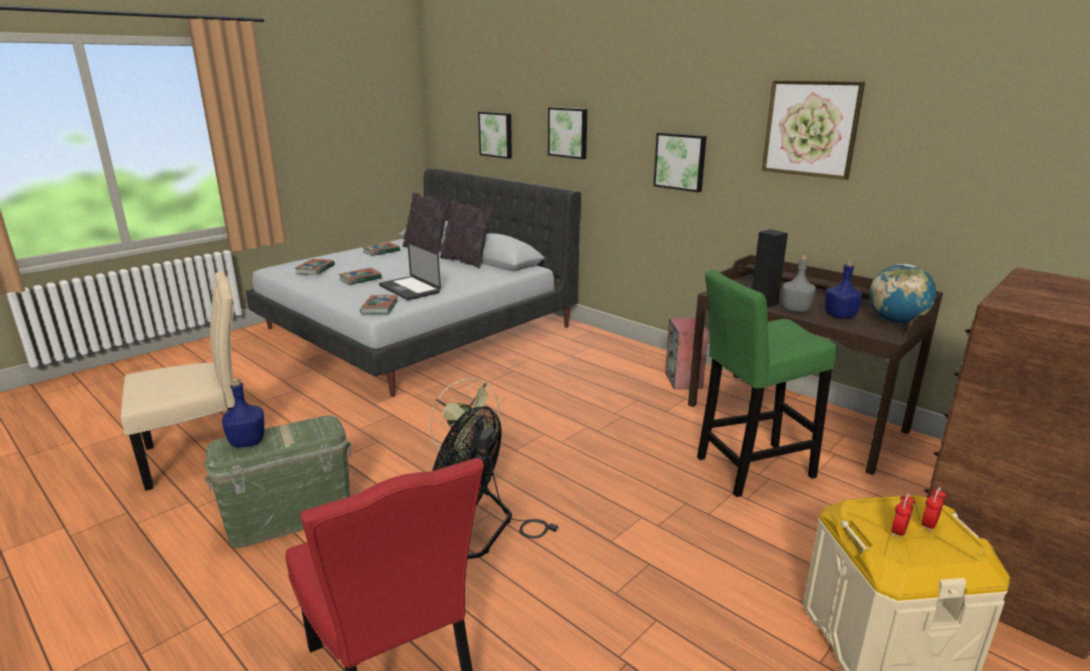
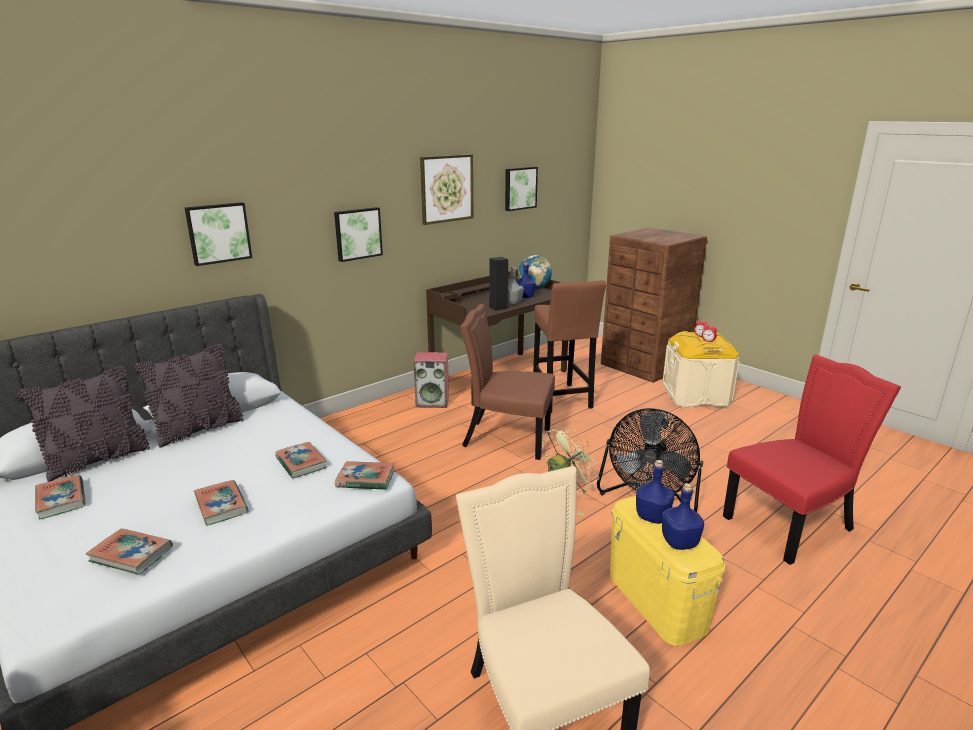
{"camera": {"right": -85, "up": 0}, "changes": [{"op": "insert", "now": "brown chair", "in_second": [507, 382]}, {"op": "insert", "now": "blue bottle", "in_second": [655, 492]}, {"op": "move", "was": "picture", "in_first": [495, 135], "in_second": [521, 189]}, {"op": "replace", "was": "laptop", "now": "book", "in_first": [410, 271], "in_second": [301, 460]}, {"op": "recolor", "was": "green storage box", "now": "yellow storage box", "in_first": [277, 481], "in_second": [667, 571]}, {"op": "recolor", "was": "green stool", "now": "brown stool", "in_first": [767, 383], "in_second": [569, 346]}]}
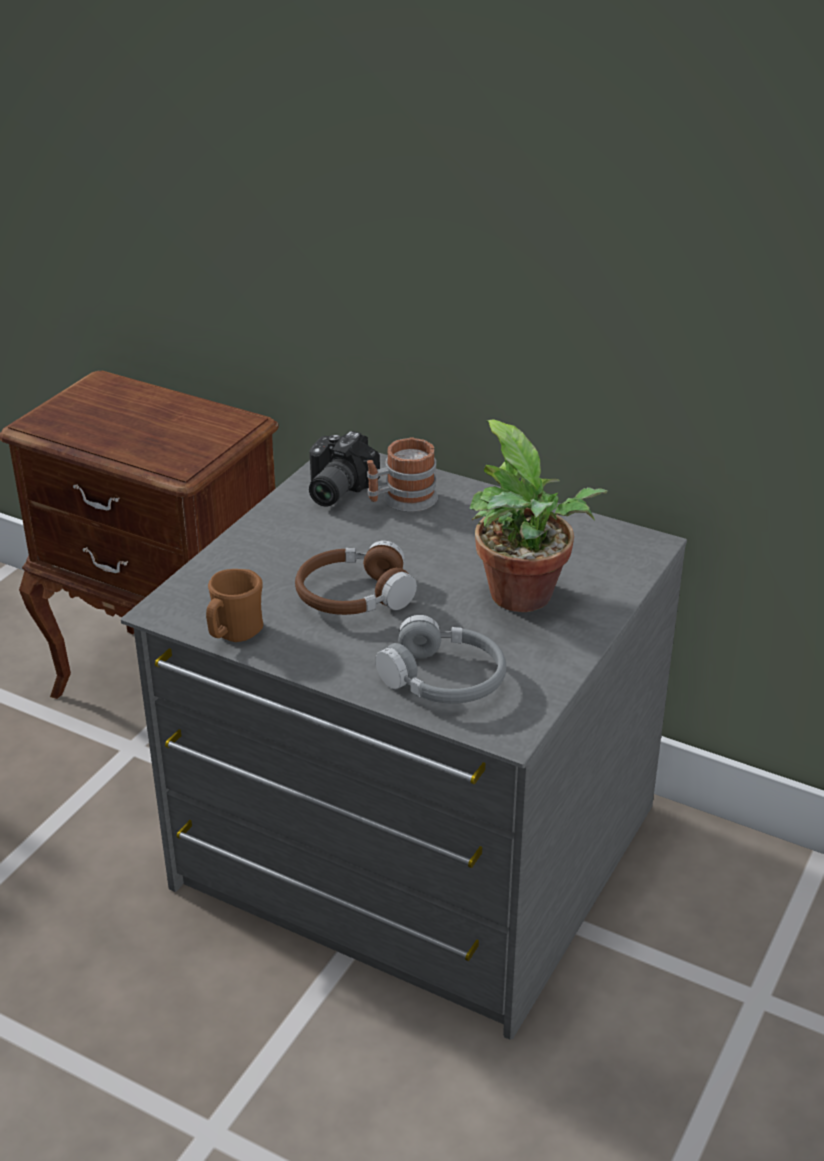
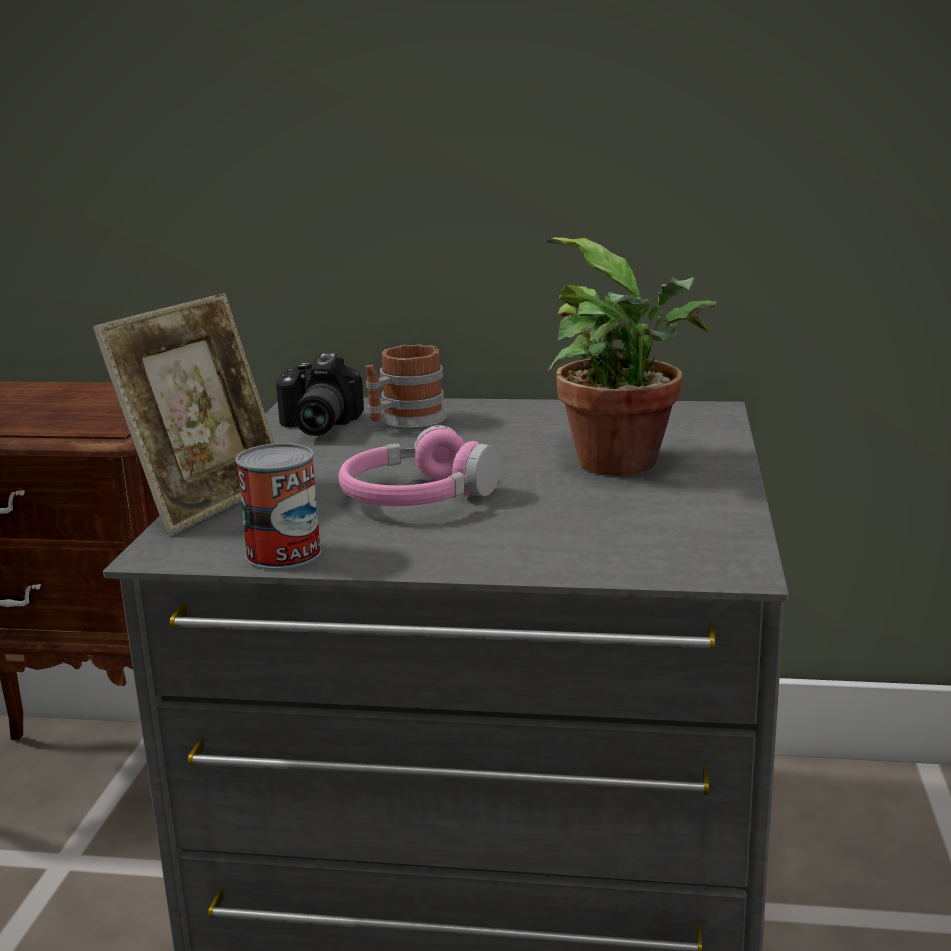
{"camera": {"right": -20, "up": -15}, "changes": [{"op": "delete", "was": "grey headphones", "in_first": [440, 659]}, {"op": "insert", "now": "picture frame", "in_second": [184, 413]}, {"op": "replace", "was": "brown mug", "now": "can", "in_first": [234, 605], "in_second": [278, 506]}, {"op": "recolor", "was": "brown headphones", "now": "pink headphones", "in_first": [356, 577], "in_second": [420, 465]}]}
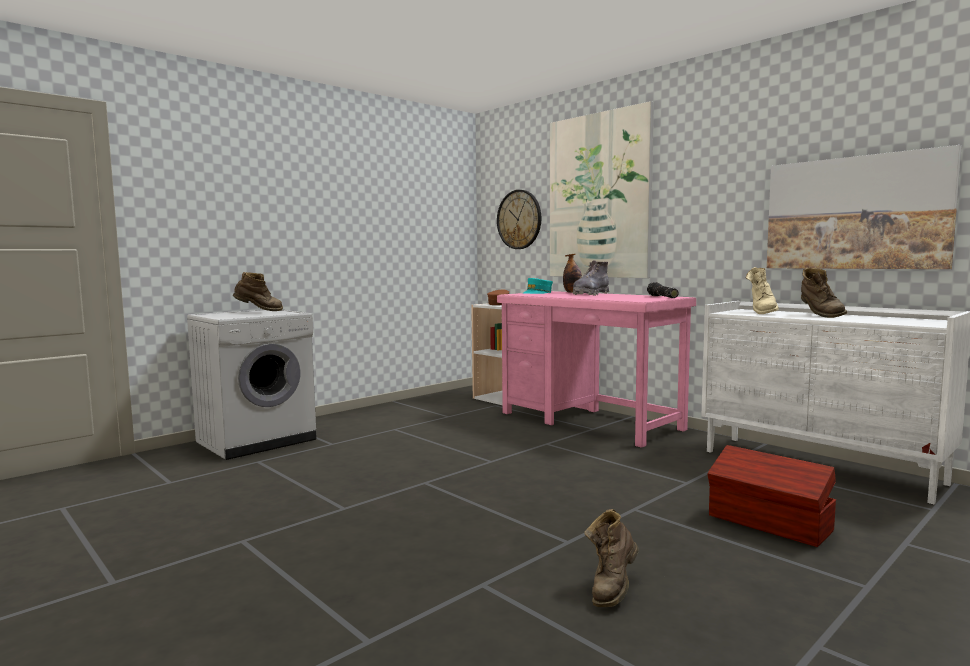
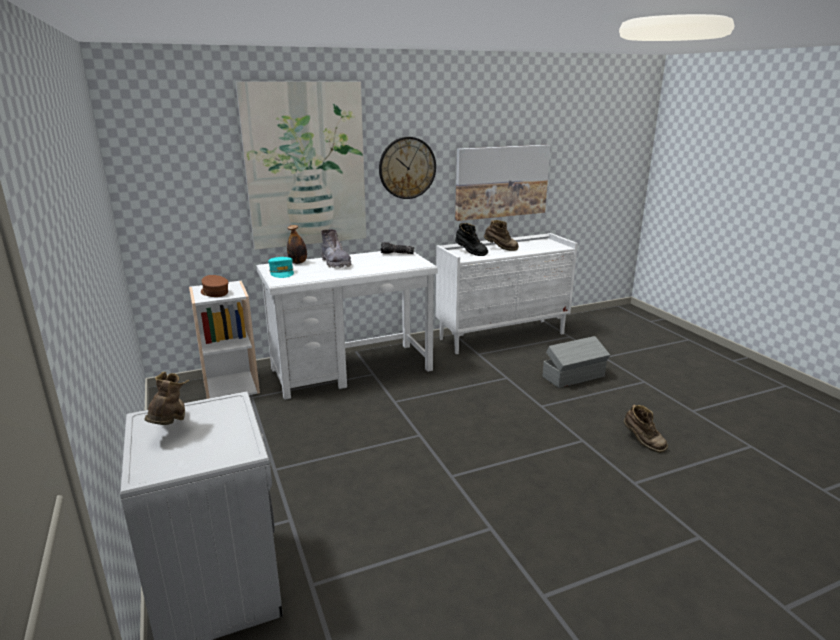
{"camera": {"right": -70, "up": 15}, "changes": [{"op": "move", "was": "wall clock", "in_first": [519, 219], "in_second": [407, 168]}, {"op": "recolor", "was": "pink desk", "now": "white desk", "in_first": [596, 369], "in_second": [346, 325]}, {"op": "recolor", "was": "brown storage box", "now": "grey storage box", "in_first": [771, 496], "in_second": [576, 362]}, {"op": "recolor", "was": "beige boot", "now": "black boot", "in_first": [762, 290], "in_second": [471, 239]}]}
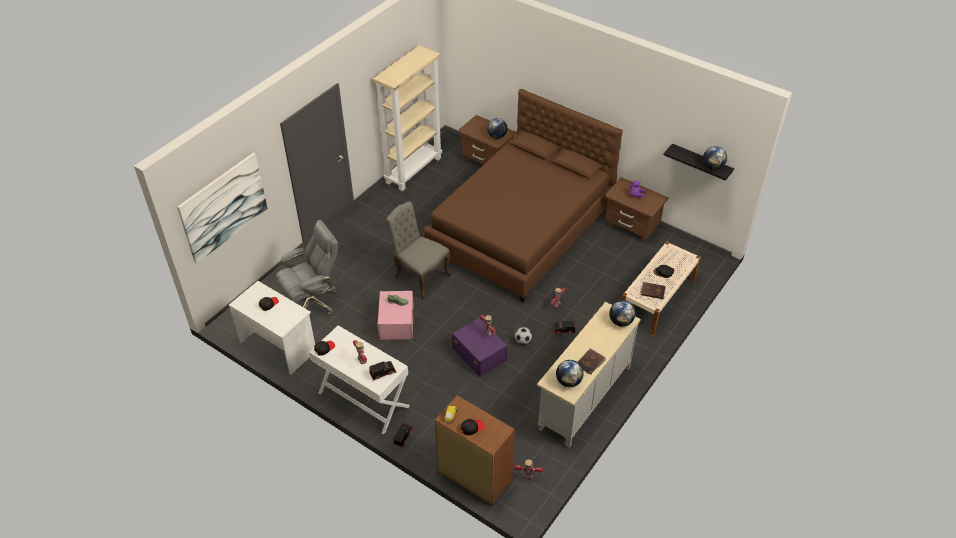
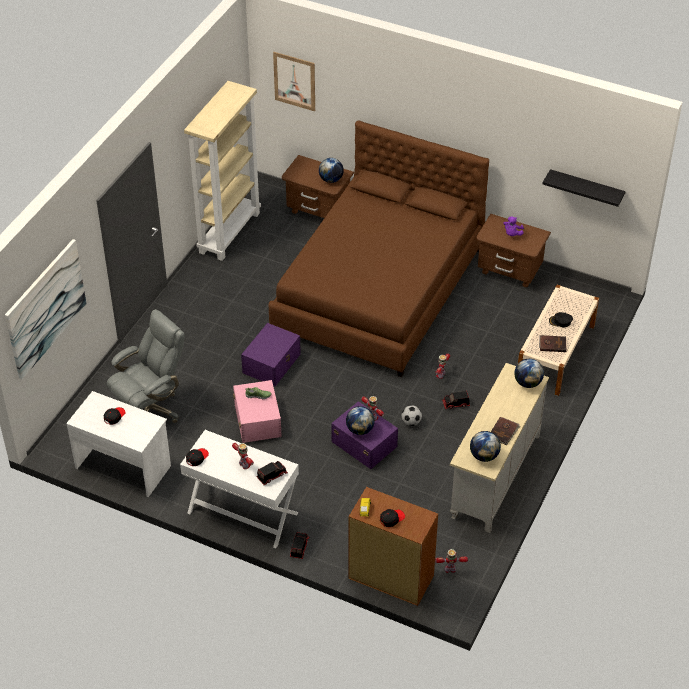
{"camera": {"right": -10, "up": 0}, "changes": [{"op": "insert", "now": "picture", "in_second": [294, 81]}, {"op": "move", "was": "globe", "in_first": [715, 158], "in_second": [360, 420]}, {"op": "replace", "was": "grey chair", "now": "purple storage box", "in_first": [418, 250], "in_second": [271, 354]}]}
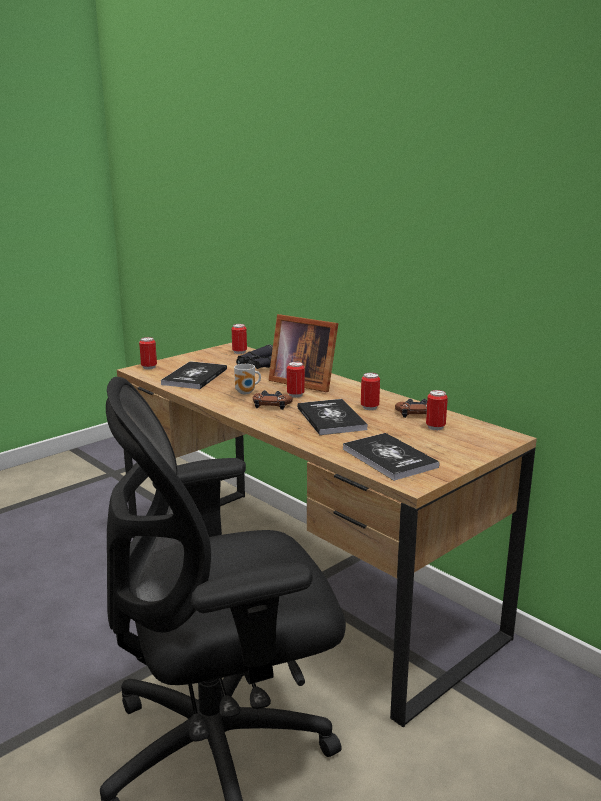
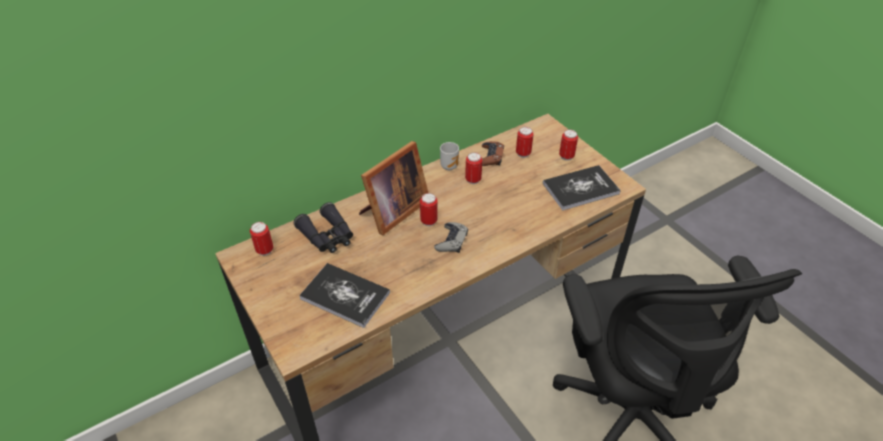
{"camera": {"right": -80, "up": 25}, "changes": [{"op": "delete", "was": "book", "in_first": [332, 417]}, {"op": "move", "was": "can", "in_first": [148, 353], "in_second": [568, 145]}, {"op": "move", "was": "mug", "in_first": [247, 379], "in_second": [449, 156]}, {"op": "recolor", "was": "brown game controller", "now": "grey game controller", "in_first": [273, 400], "in_second": [451, 237]}]}
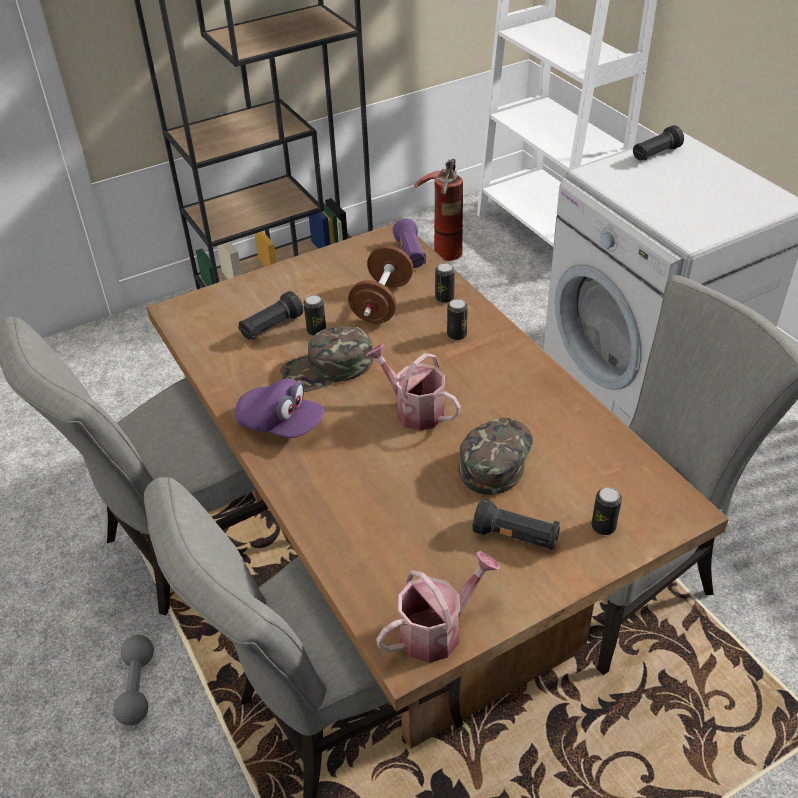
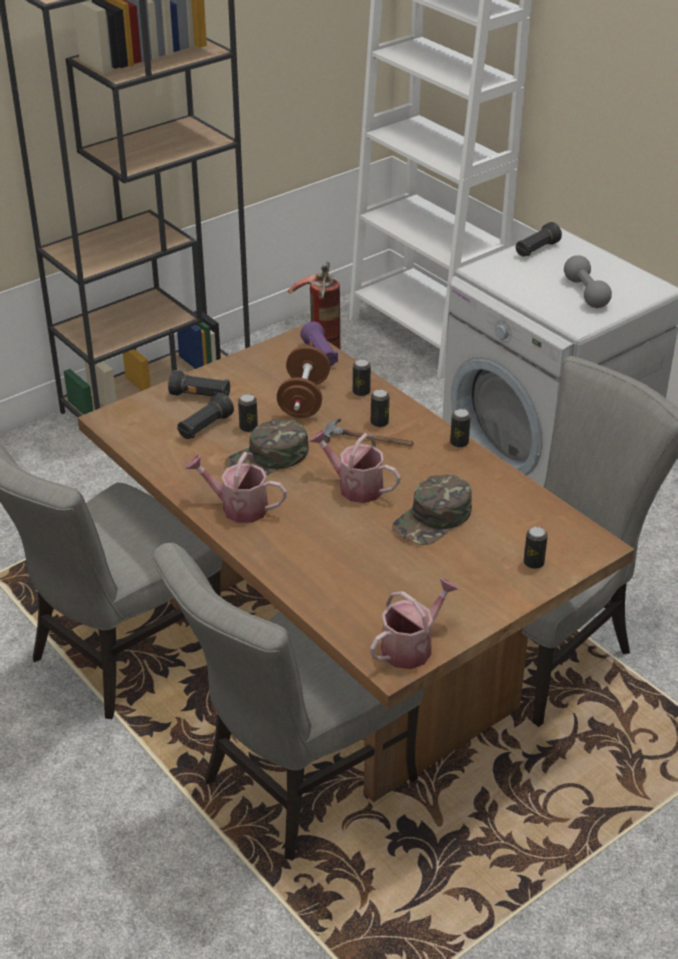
{"camera": {"right": -10, "up": -5}, "changes": [{"op": "insert", "now": "hammer", "in_second": [368, 432]}, {"op": "insert", "now": "can", "in_second": [460, 428]}, {"op": "move", "was": "grey dumbbell", "in_first": [133, 680], "in_second": [588, 281]}, {"op": "move", "was": "black flashlight", "in_first": [516, 524], "in_second": [199, 383]}, {"op": "replace", "was": "purple cap", "now": "watering can", "in_first": [280, 408], "in_second": [236, 487]}, {"op": "rotate", "was": "green cap", "in_first": [495, 456], "in_second": [432, 509], "clockwise": -150}]}
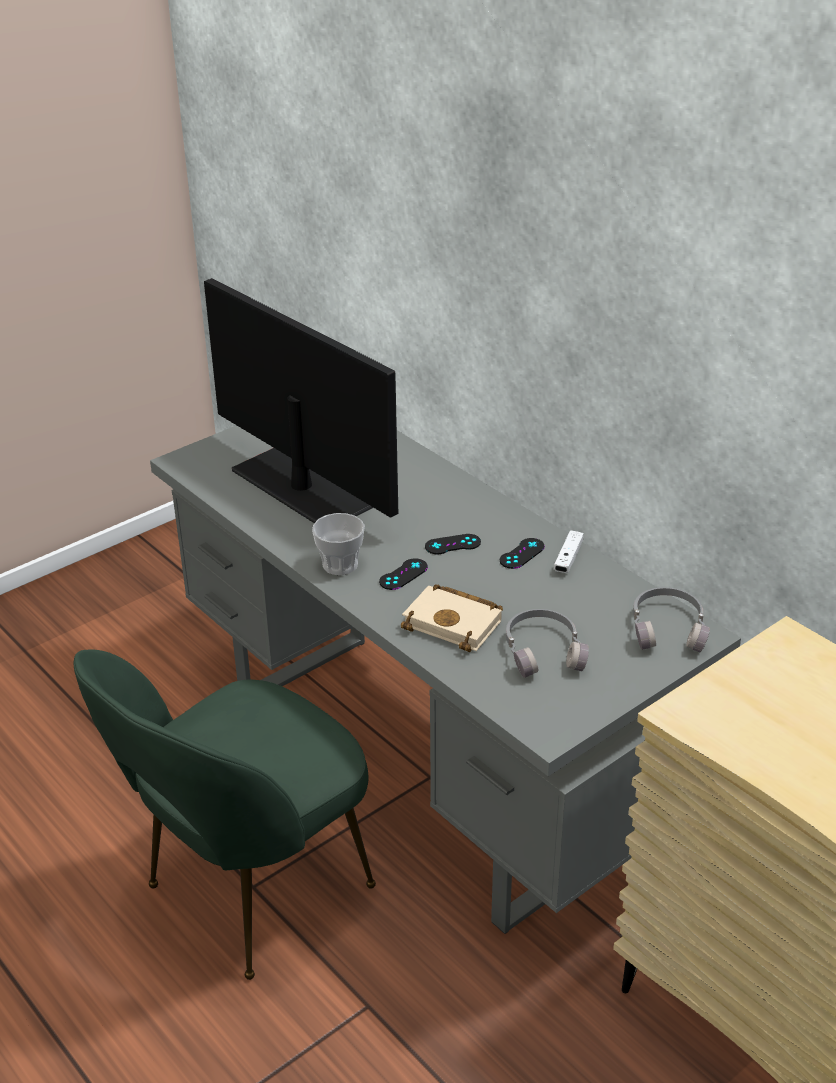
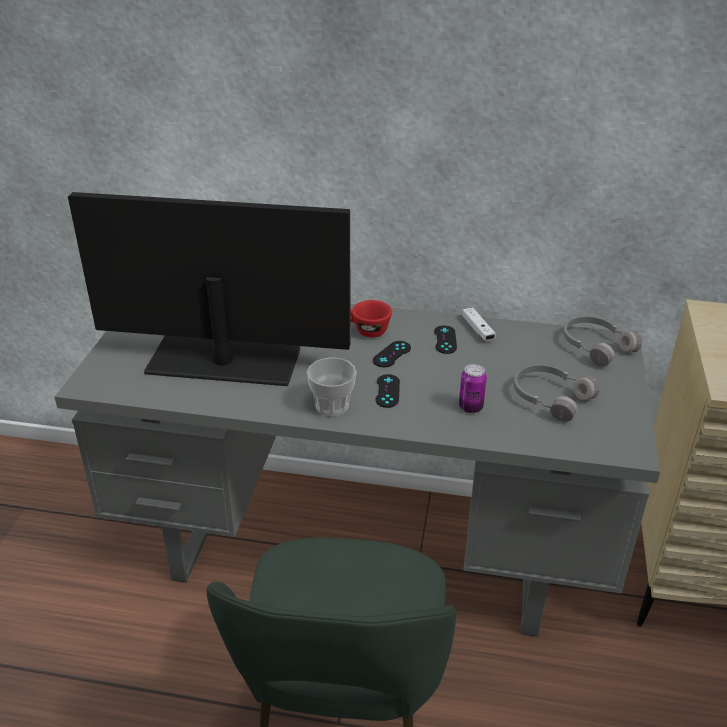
{"camera": {"right": -40, "up": 0}, "changes": [{"op": "insert", "now": "red cup", "in_second": [371, 318]}, {"op": "replace", "was": "beige book", "now": "can", "in_first": [452, 618], "in_second": [473, 388]}]}
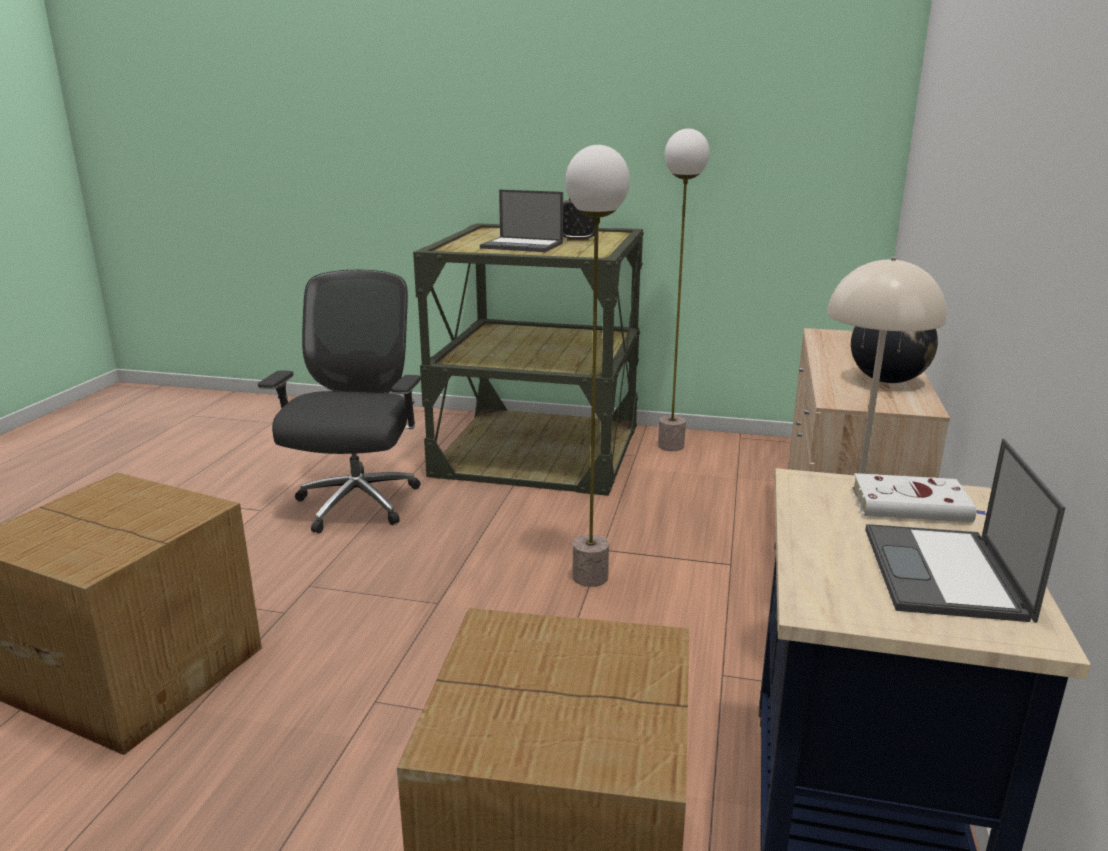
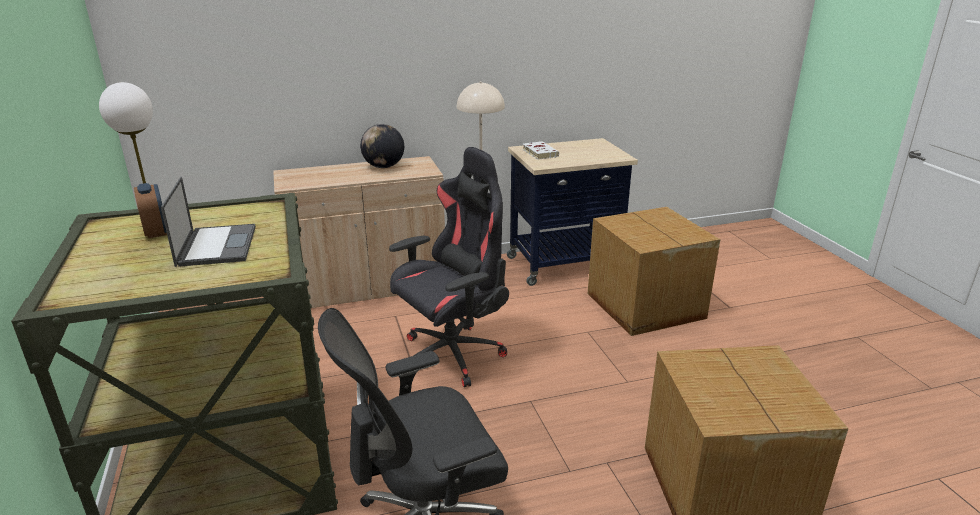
{"camera": {"right": -120, "up": 5}, "changes": [{"op": "delete", "was": "laptop", "in_first": [965, 531]}, {"op": "replace", "was": "floor lamp", "now": "black office chair", "in_first": [597, 366], "in_second": [449, 267]}]}
